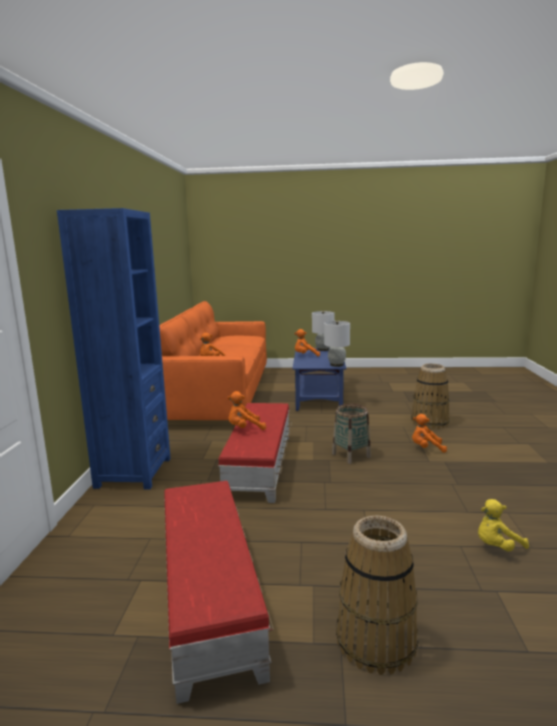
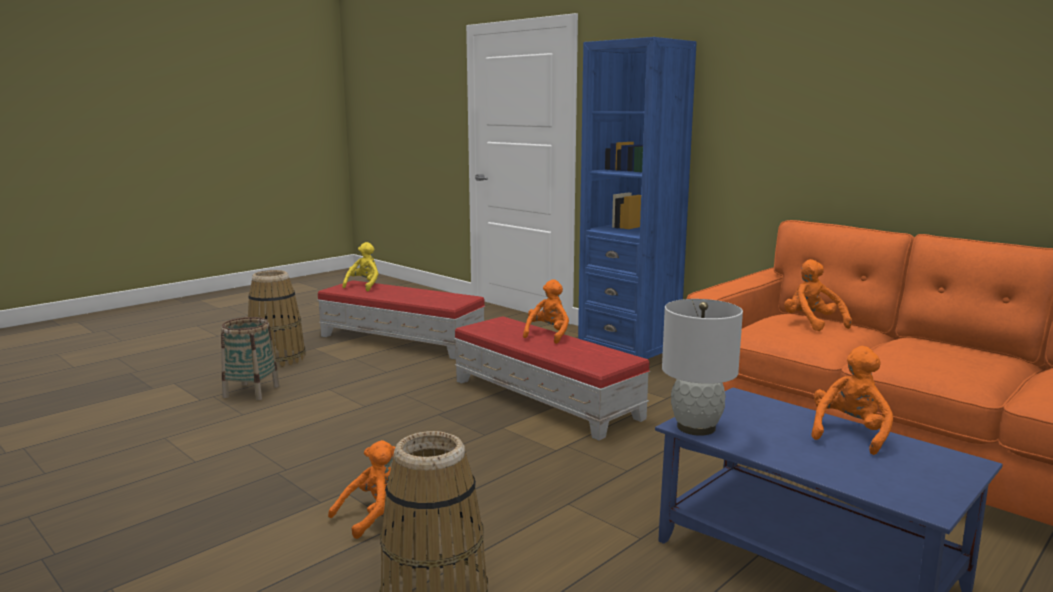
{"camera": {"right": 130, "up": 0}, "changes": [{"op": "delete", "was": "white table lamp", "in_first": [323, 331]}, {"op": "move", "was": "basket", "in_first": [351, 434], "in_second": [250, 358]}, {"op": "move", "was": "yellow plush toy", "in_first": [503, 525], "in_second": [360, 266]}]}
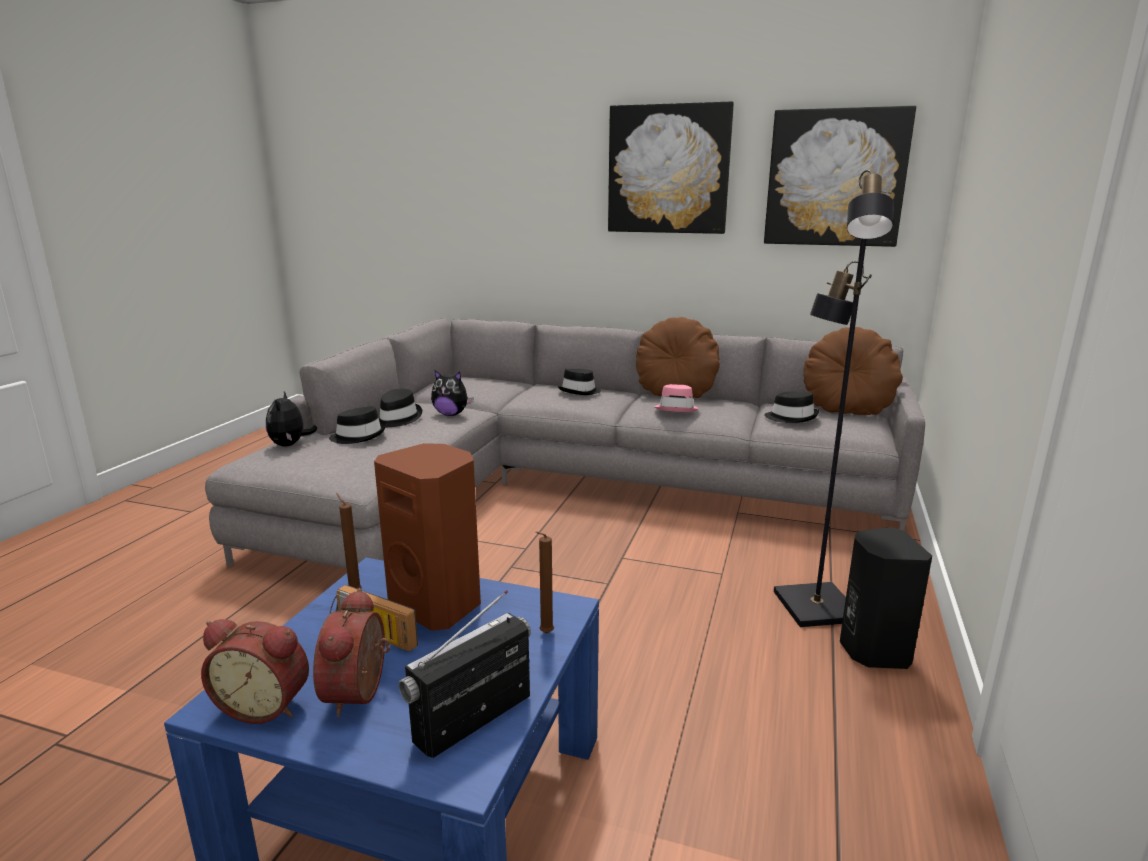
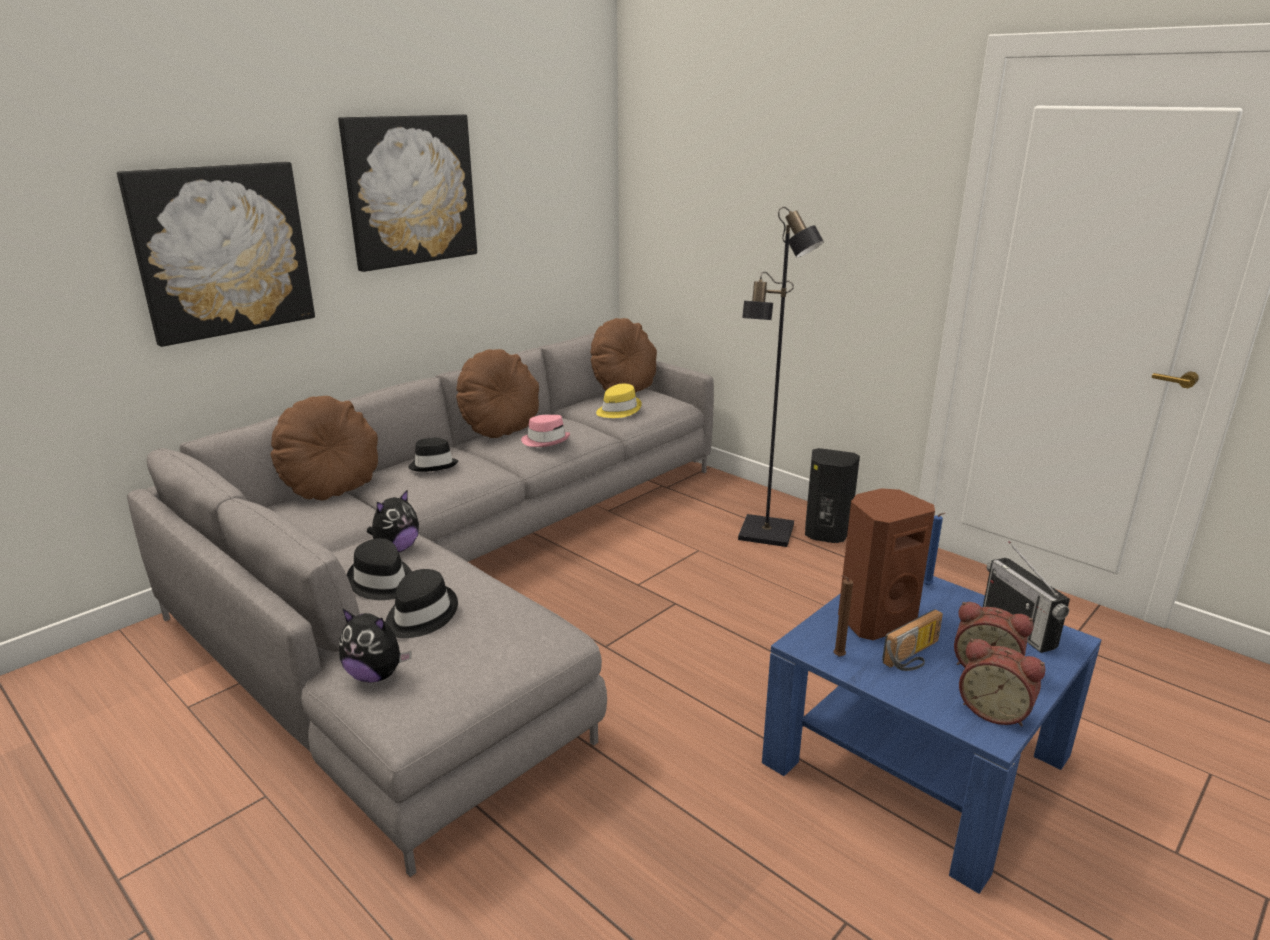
{"camera": {"right": -65, "up": 5}, "changes": [{"op": "insert", "now": "brown pillow", "in_second": [324, 448]}, {"op": "move", "was": "picture", "in_first": [840, 176], "in_second": [216, 254]}, {"op": "recolor", "was": "brown candle", "now": "blue candle", "in_first": [544, 582], "in_second": [935, 549]}, {"op": "recolor", "was": "black hat", "now": "yellow hat", "in_first": [792, 407], "in_second": [619, 401]}, {"op": "rotate", "was": "alarm clock", "in_first": [255, 671], "in_second": [1002, 682], "clockwise": 90}]}
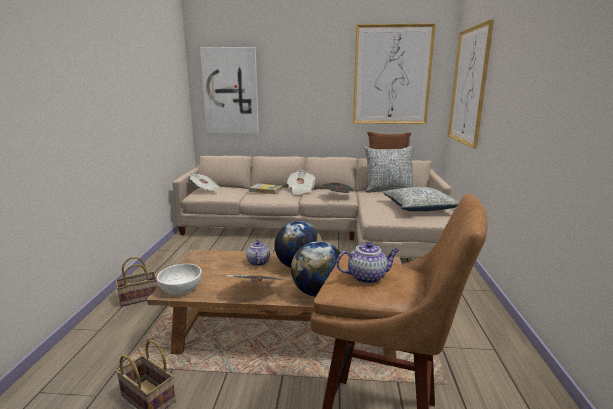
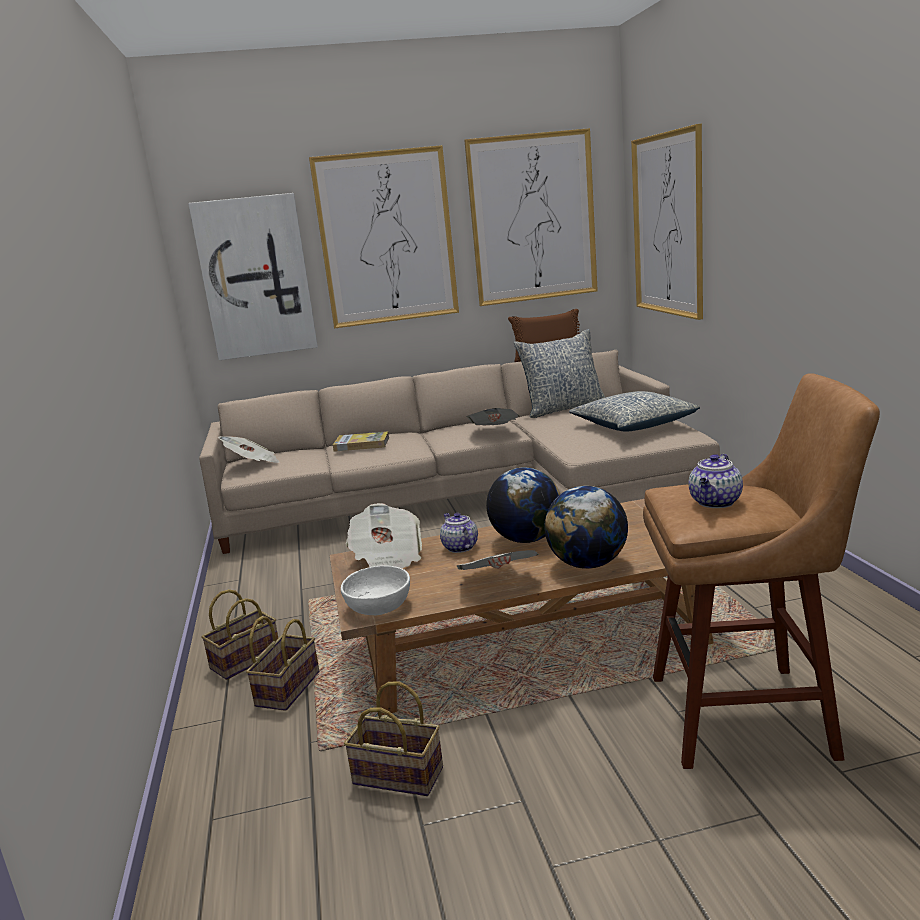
{"camera": {"right": -15, "up": 0}, "changes": [{"op": "insert", "now": "basket", "in_second": [282, 663]}, {"op": "insert", "now": "picture", "in_second": [384, 237]}, {"op": "move", "was": "newspaper", "in_first": [301, 182], "in_second": [384, 535]}, {"op": "rotate", "was": "teapot", "in_first": [367, 263], "in_second": [716, 481], "clockwise": 150}]}
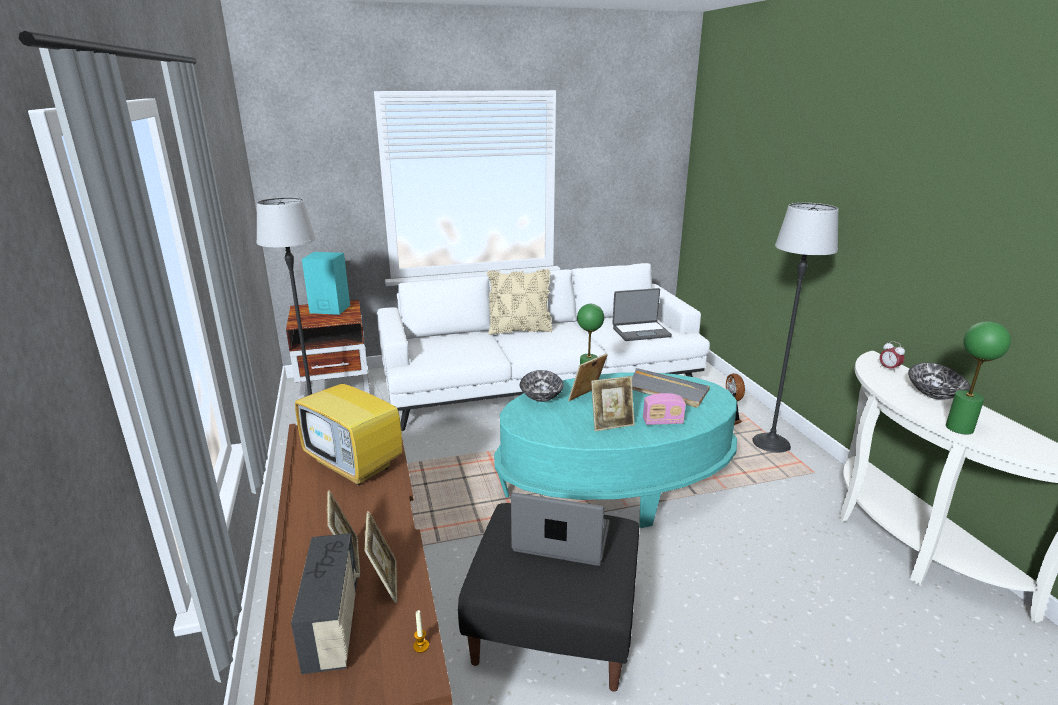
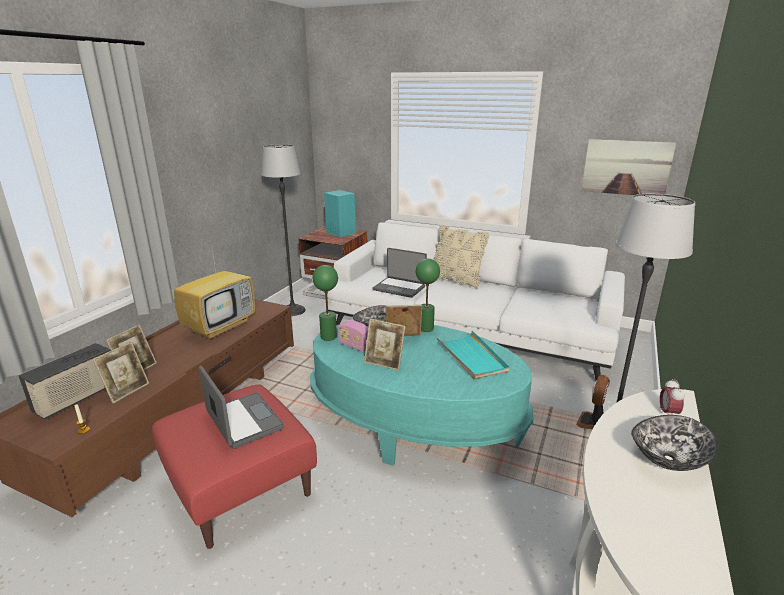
{"camera": {"right": 40, "up": 0}, "changes": [{"op": "insert", "now": "picture", "in_second": [628, 167]}, {"op": "move", "was": "laptop", "in_first": [642, 314], "in_second": [400, 273]}, {"op": "move", "was": "radio", "in_first": [664, 409], "in_second": [353, 336]}, {"op": "move", "was": "green table lamp", "in_first": [978, 378], "in_second": [325, 303]}, {"op": "recolor", "was": "black ottoman", "now": "red ottoman", "in_first": [548, 597], "in_second": [234, 466]}, {"op": "recolor", "was": "grey tray", "now": "turquoise tray", "in_first": [671, 387], "in_second": [473, 355]}, {"op": "rotate", "was": "television", "in_first": [348, 421], "in_second": [214, 292], "clockwise": -135}]}
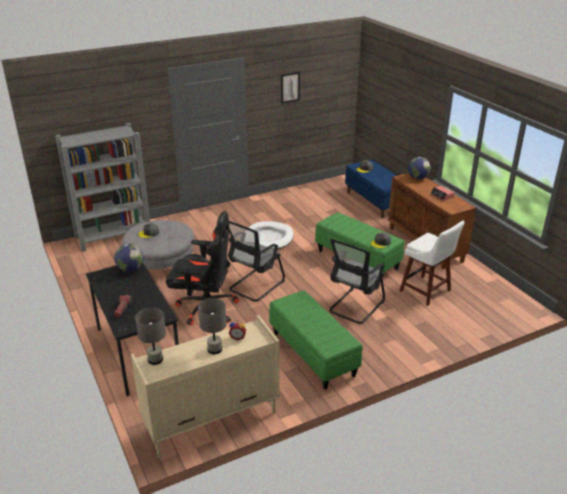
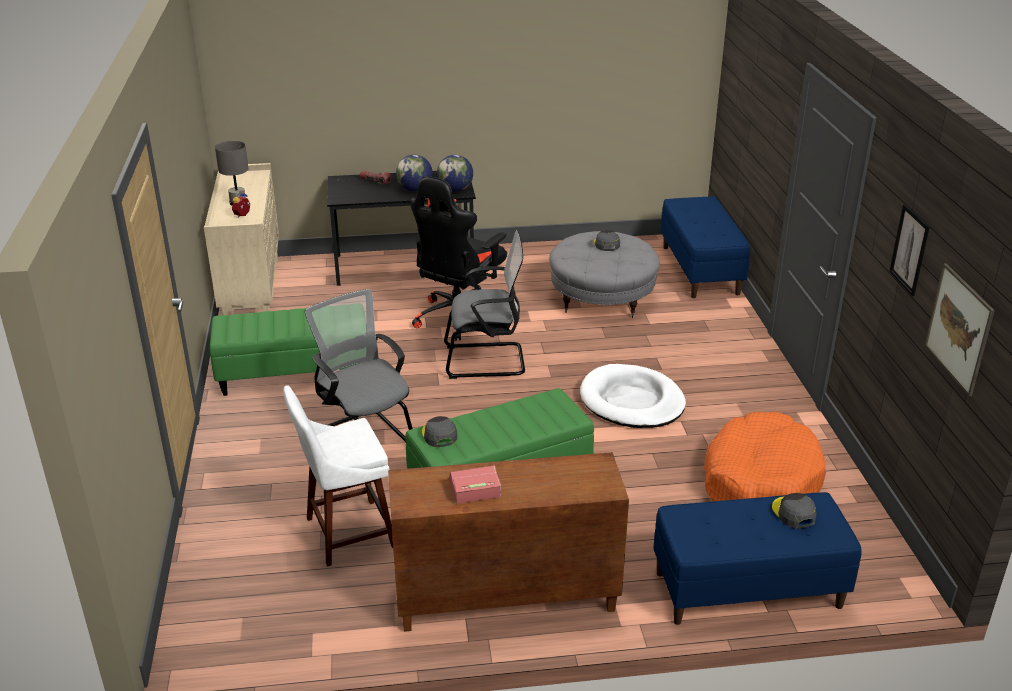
{"camera": {"right": 110, "up": 0}, "changes": [{"op": "delete", "was": "grey table lamp", "in_first": [150, 336]}, {"op": "insert", "now": "orange dog bed", "in_second": [765, 456]}, {"op": "insert", "now": "picture", "in_second": [960, 329]}, {"op": "move", "was": "globe", "in_first": [419, 168], "in_second": [414, 173]}, {"op": "replace", "was": "grey bookcase", "now": "blue bench", "in_first": [102, 187], "in_second": [705, 247]}, {"op": "rotate", "was": "chair", "in_first": [256, 261], "in_second": [484, 304], "clockwise": 120}]}
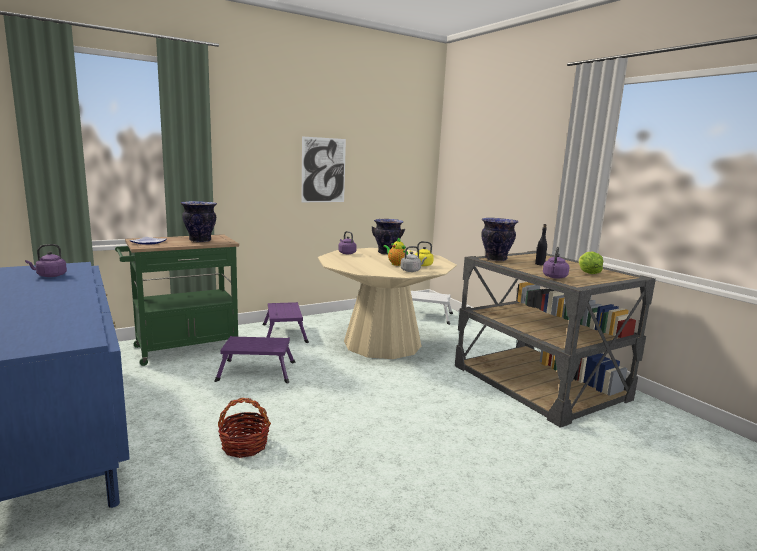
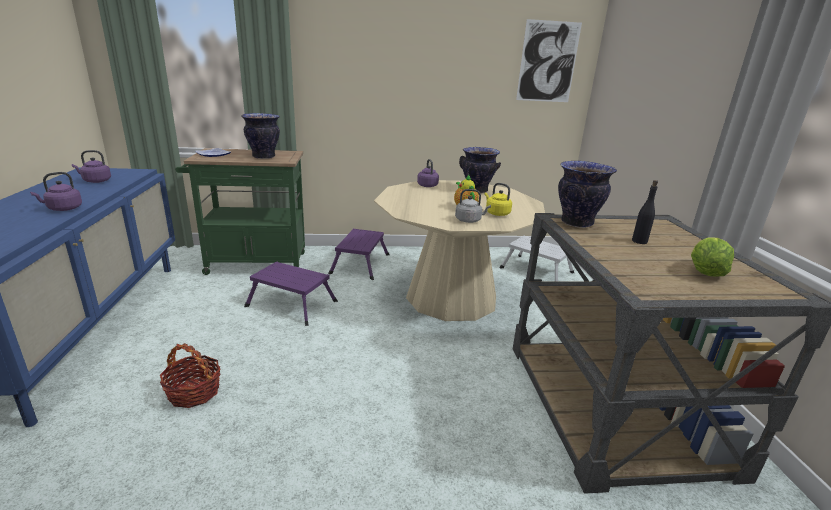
{"camera": {"right": 25, "up": 10}, "changes": [{"op": "move", "was": "picture", "in_first": [324, 169], "in_second": [549, 60]}, {"op": "move", "was": "purple kettle", "in_first": [556, 263], "in_second": [56, 191]}]}
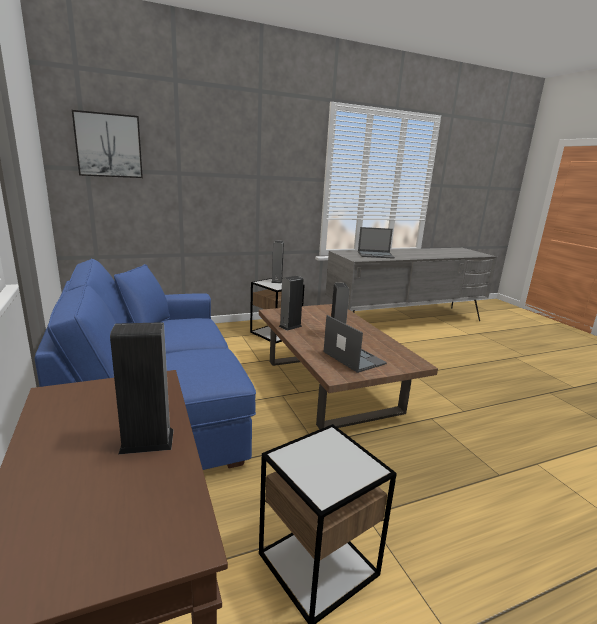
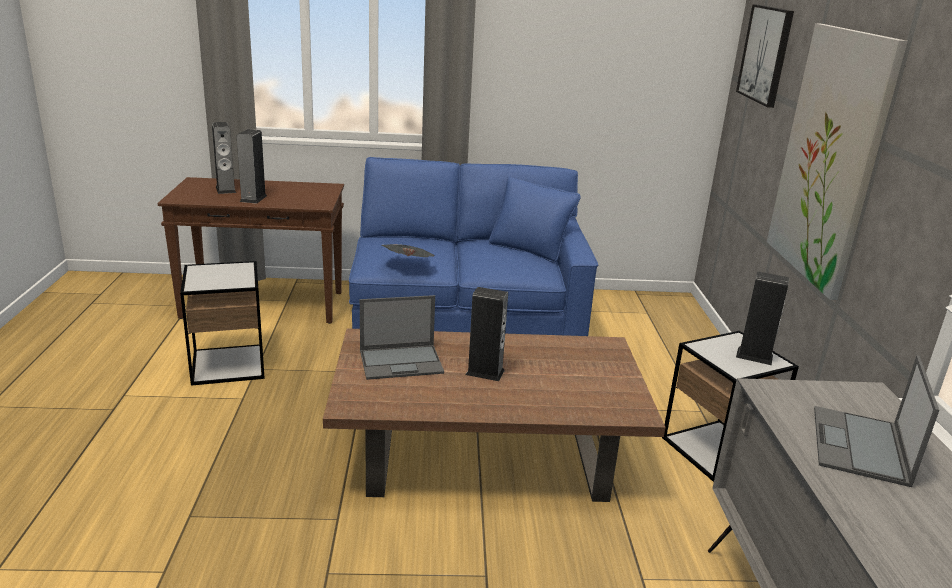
{"camera": {"right": 110, "up": 5}, "changes": [{"op": "insert", "now": "newspaper", "in_second": [408, 250]}, {"op": "insert", "now": "picture", "in_second": [837, 161]}, {"op": "move", "was": "speaker", "in_first": [291, 303], "in_second": [224, 158]}]}
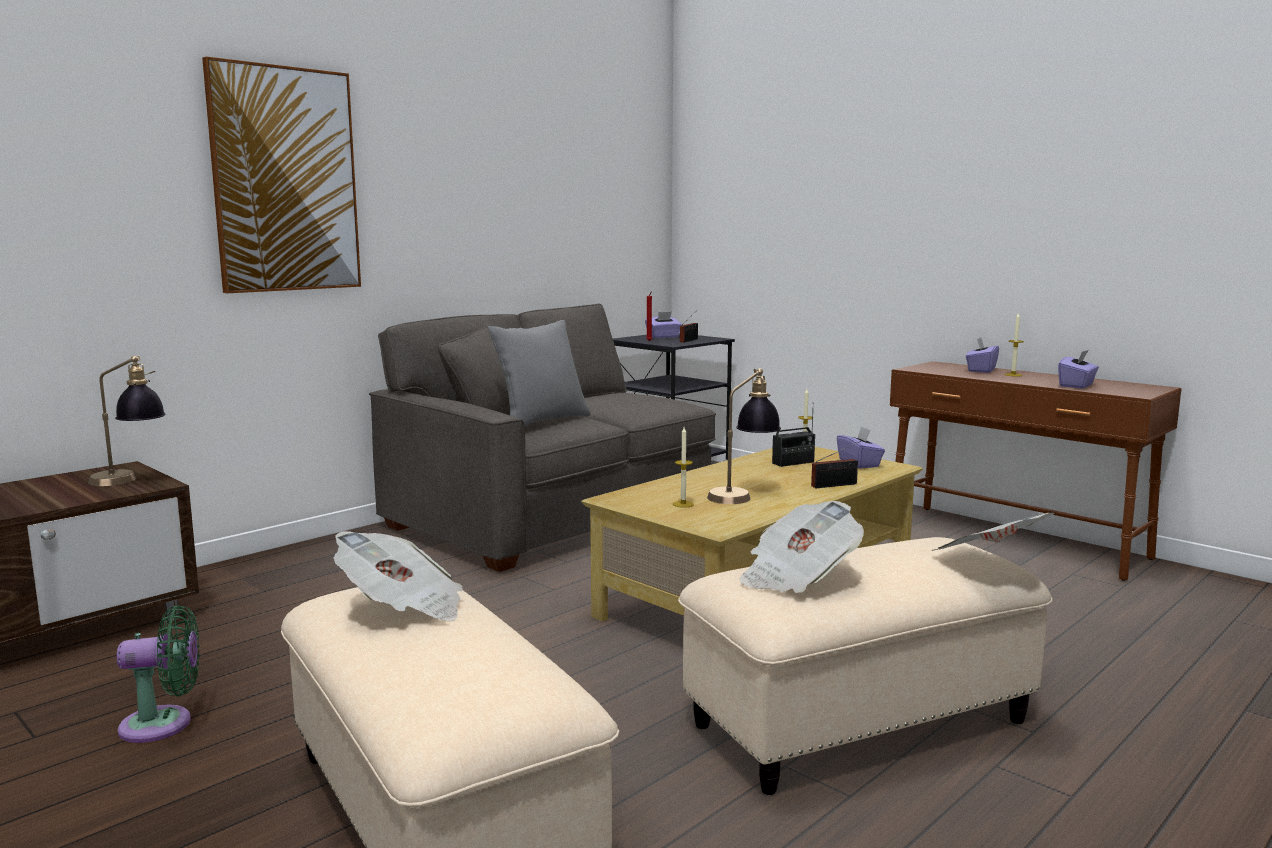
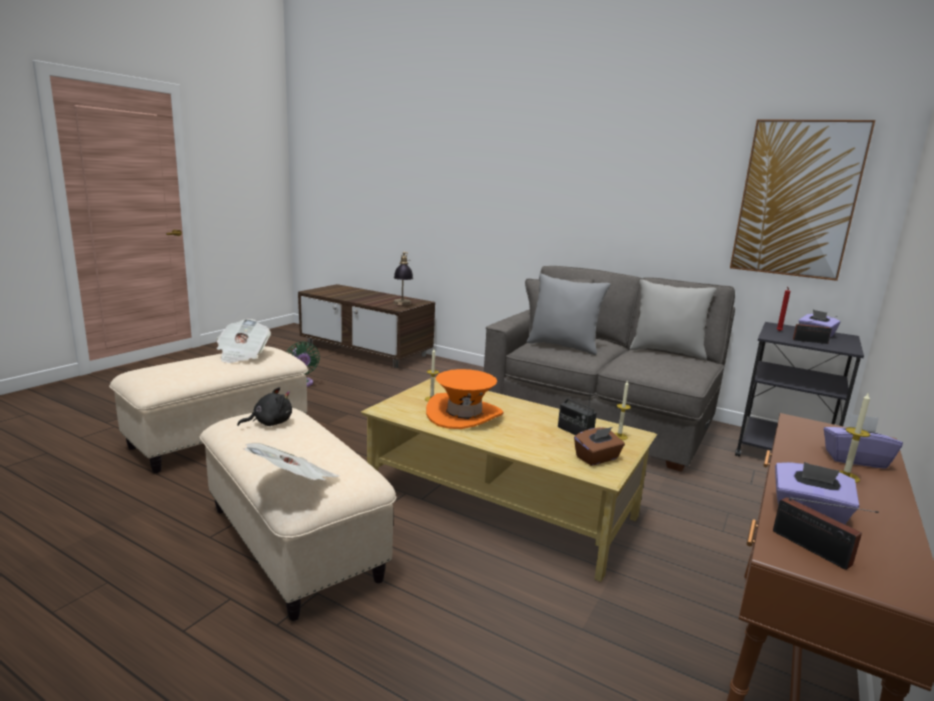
{"camera": {"right": 75, "up": 5}, "changes": [{"op": "insert", "now": "grey pillow", "in_second": [673, 319]}, {"op": "move", "was": "picture", "in_first": [281, 175], "in_second": [802, 200]}, {"op": "move", "was": "radio", "in_first": [836, 464], "in_second": [826, 533]}, {"op": "replace", "was": "table lamp", "now": "orange hat", "in_first": [744, 436], "in_second": [465, 399]}, {"op": "replace", "was": "newspaper", "now": "black plush toy", "in_first": [801, 547], "in_second": [264, 406]}, {"op": "recolor", "was": "purple tissue box", "now": "brown tissue box", "in_first": [861, 447], "in_second": [599, 446]}]}
